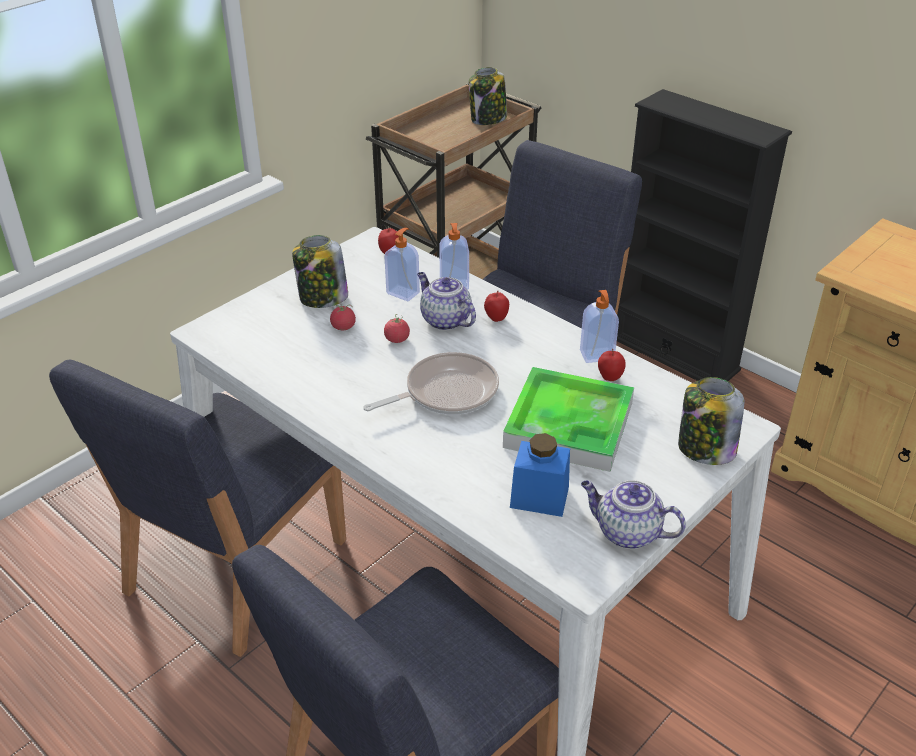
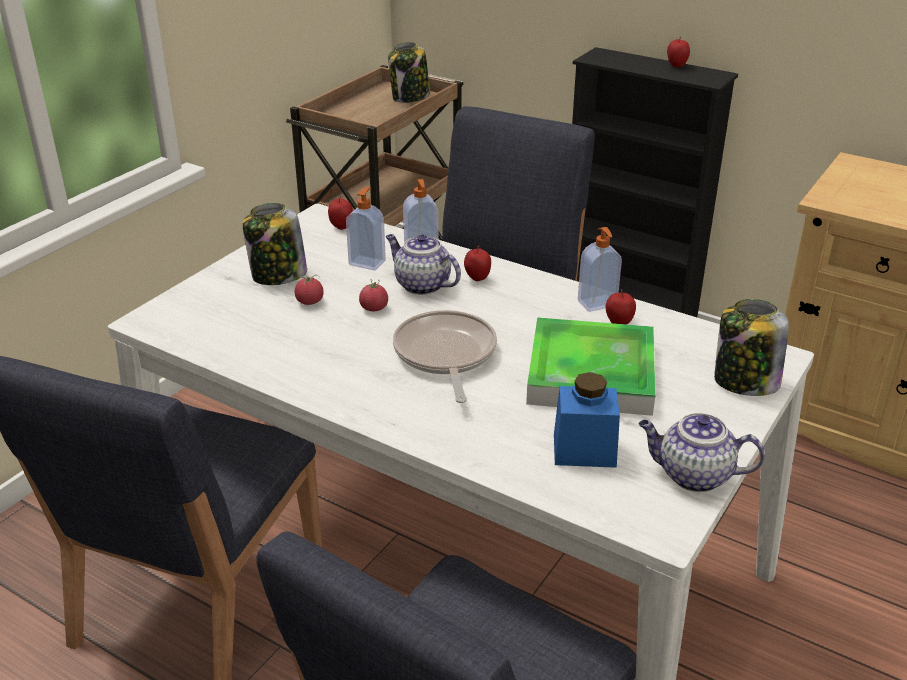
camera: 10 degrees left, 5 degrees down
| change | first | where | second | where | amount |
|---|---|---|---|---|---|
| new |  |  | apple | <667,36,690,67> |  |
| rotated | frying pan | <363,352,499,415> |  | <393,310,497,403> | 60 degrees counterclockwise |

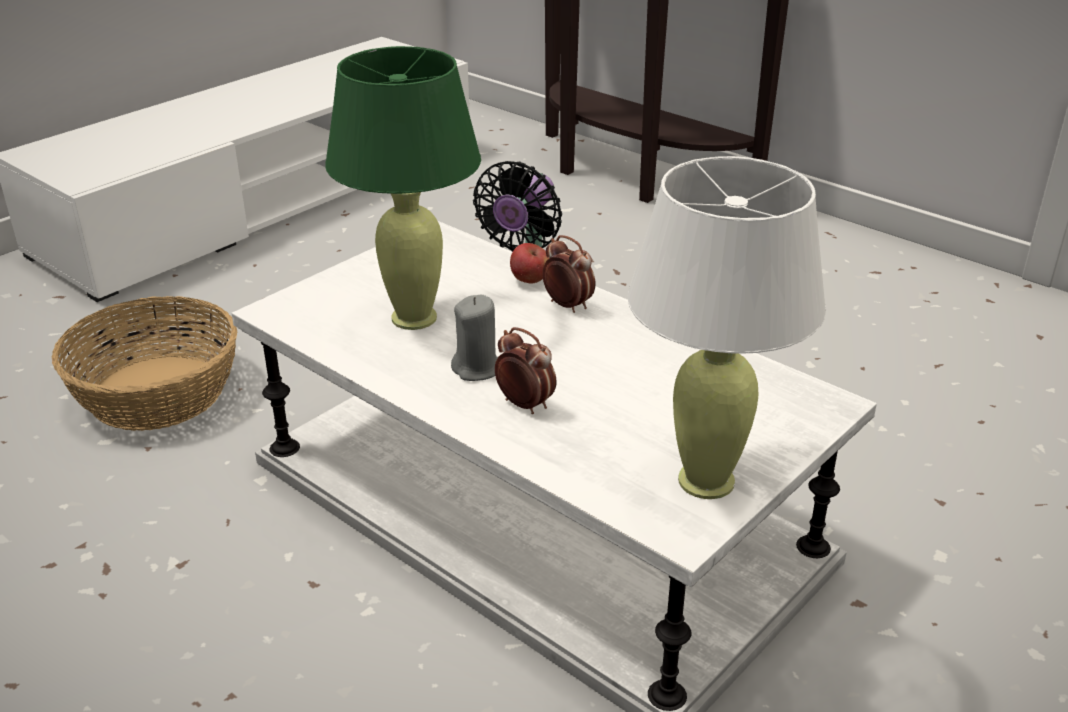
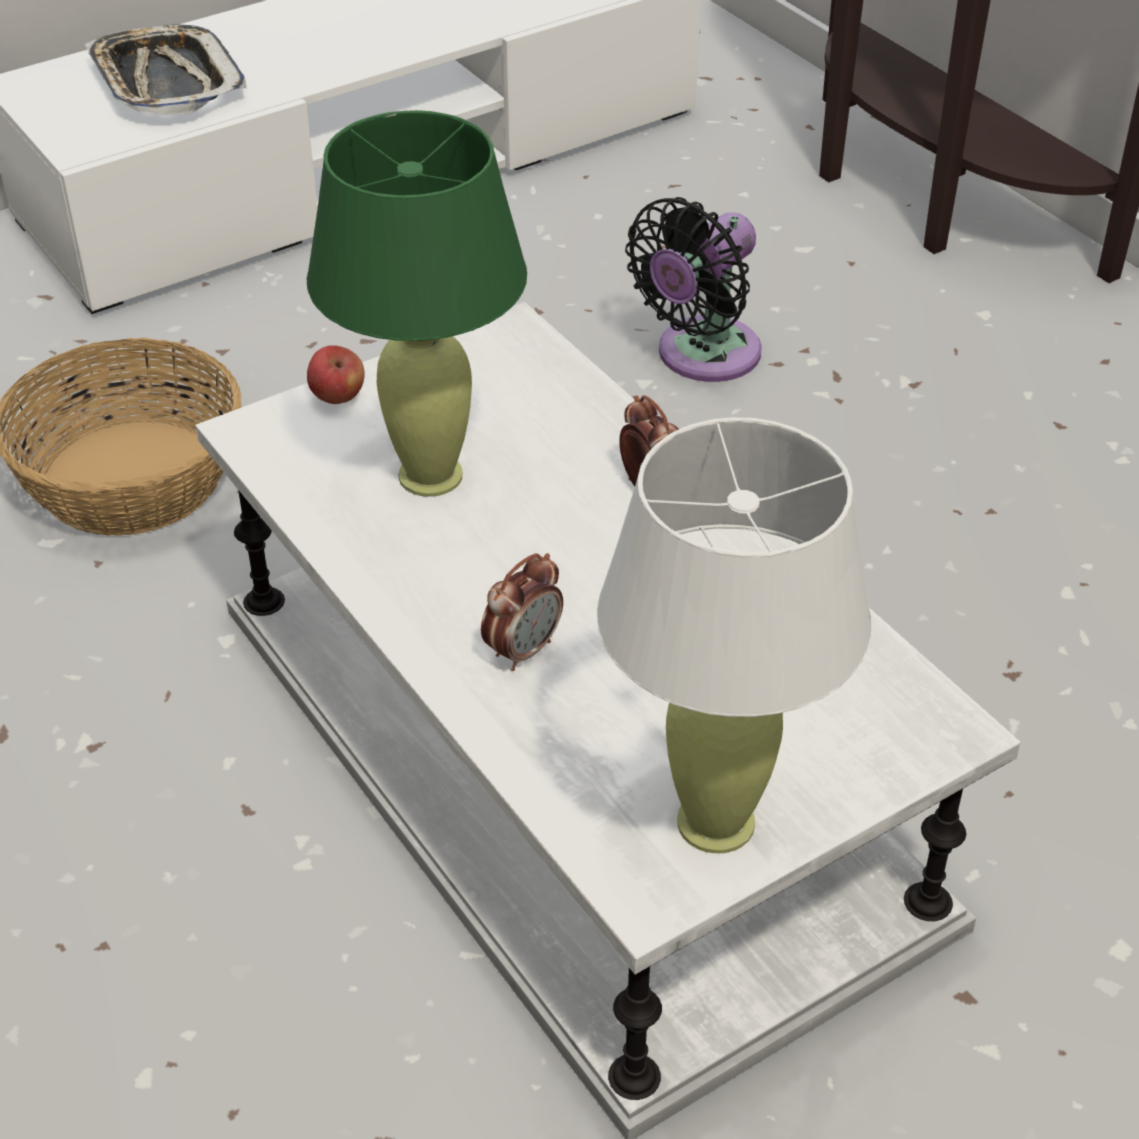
camera: 15 degrees right, 10 degrees up
| change | first | where | second | where | amount |
|---|---|---|---|---|---|
| gone | grey candle | <451,295,498,381> |  |  |  |
| new |  |  | tray | <85,25,247,115> |  |
| shifted | apple | <510,243,549,284> |  | <307,345,365,404> |  |
| rotated | alarm clock | <495,327,556,414> |  | <481,553,563,671> | 75 degrees clockwise |

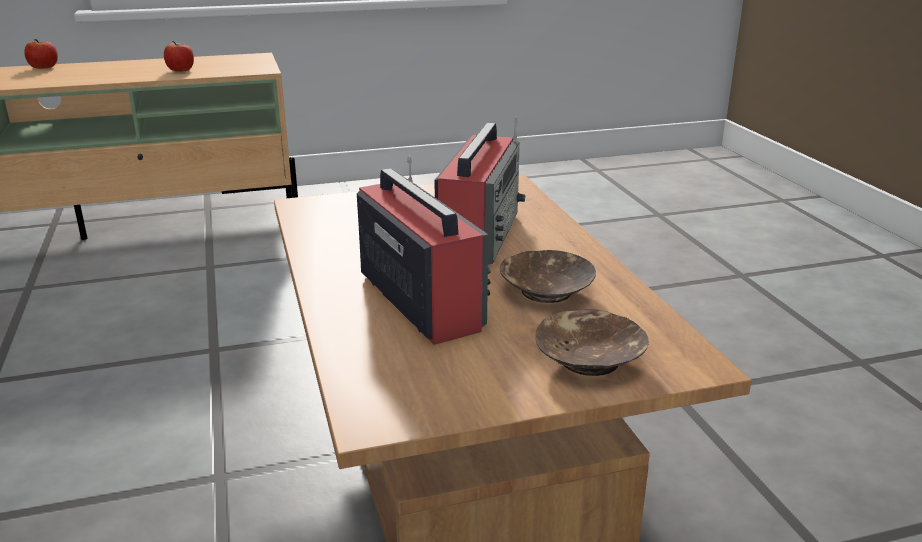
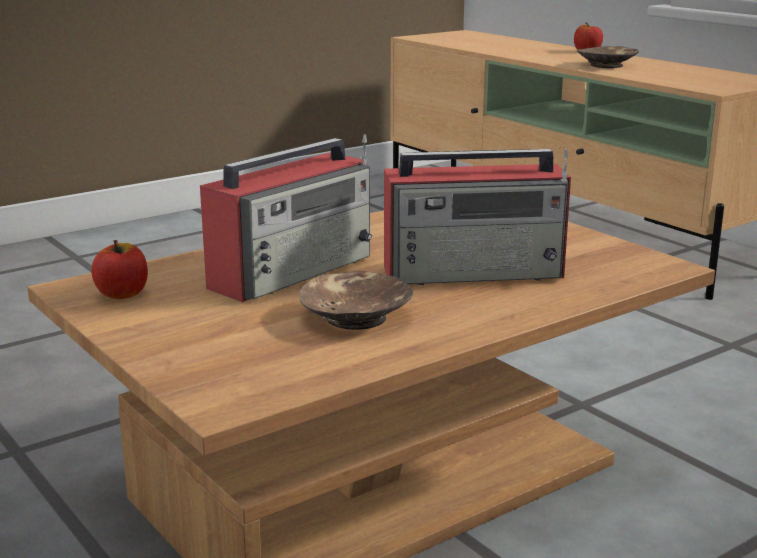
camera: 70 degrees right, 5 degrees down
| change | first | where | second | where | amount |
|---|---|---|---|---|---|
| shifted | apple | <164,41,194,72> |  | <91,240,148,299> |  |
| shifted | brown bowl | <535,309,649,376> |  | <577,46,639,68> |  |

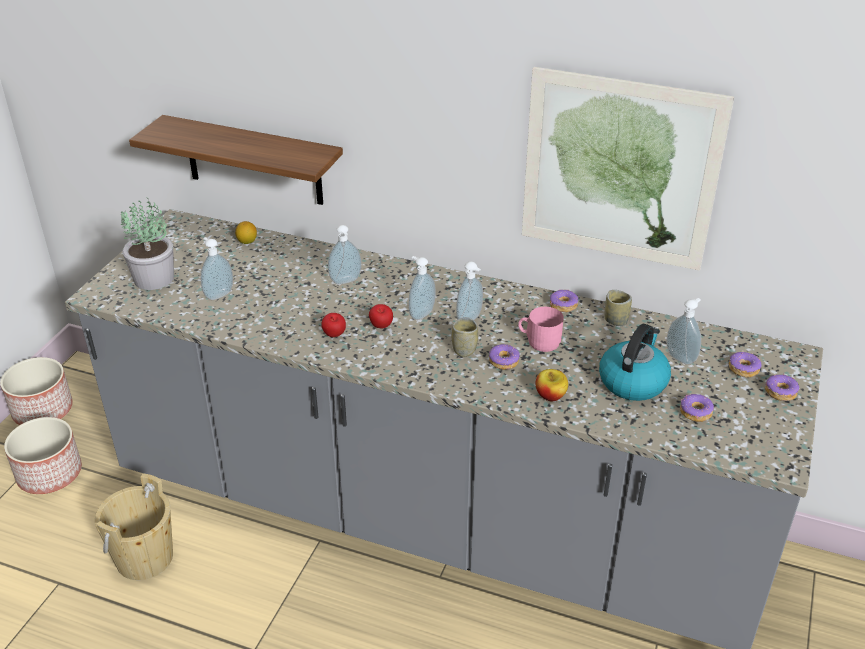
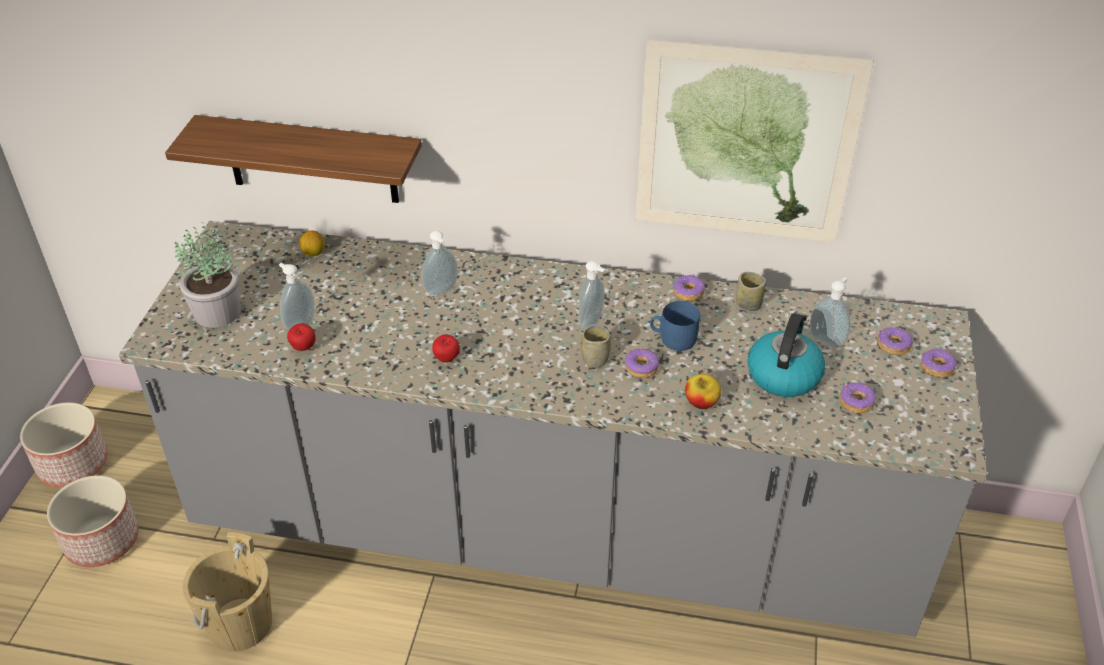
camera: 10 degrees left, 5 degrees up
| change | first | where | second | where | amount |
|---|---|---|---|---|---|
| gone | soap dispenser | <408,256,436,320> |  |  |  |
| shifted | apple | <369,304,393,328> |  | <287,324,316,351> |  |
| repainted | pink mug | <518,307,564,352> | blue mug | <650,301,700,351> |  |

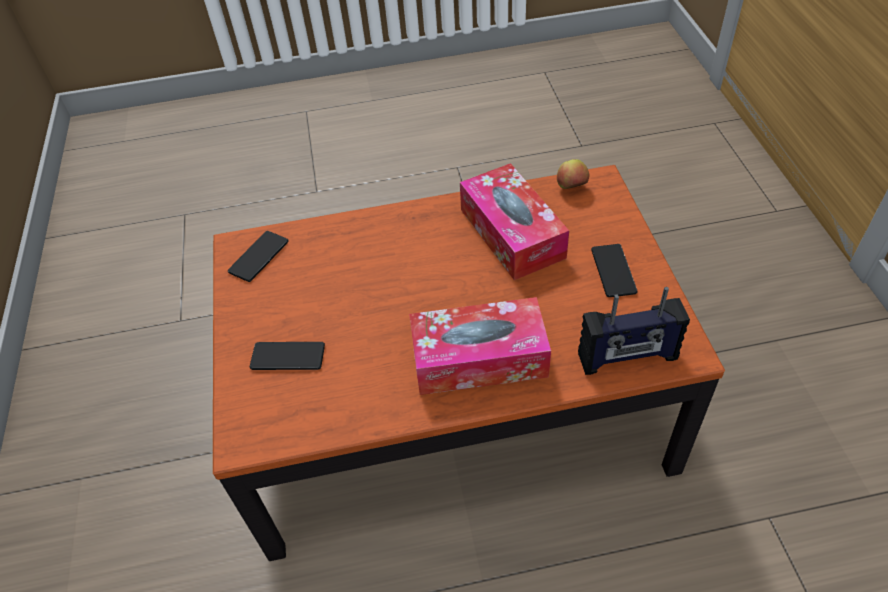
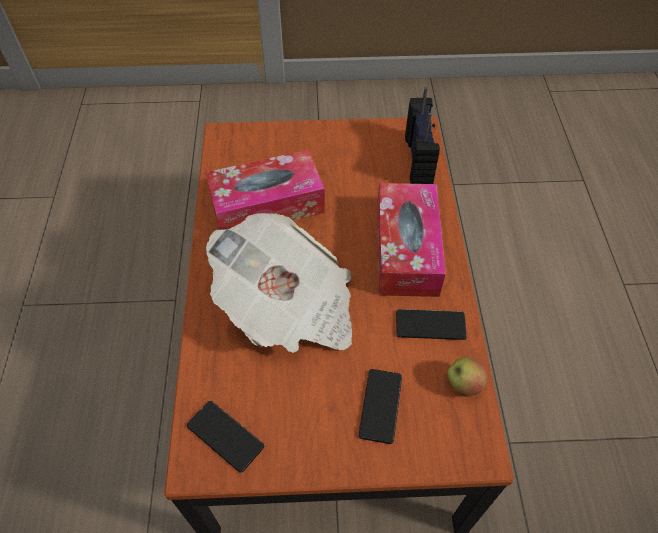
camera: 85 degrees left, 5 degrees up
| change | first | where | second | where | amount |
|---|---|---|---|---|---|
| new |  |  | newspaper | <206,213,352,353> |  |
| shifted | apple | <557,159,589,189> |  | <447,357,488,397> |  |
| shifted | phone | <591,244,638,297> |  | <396,309,467,340> |  |

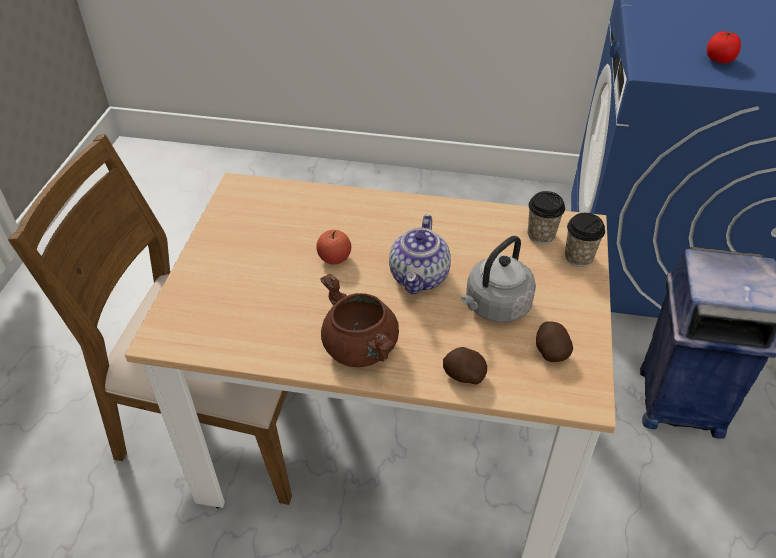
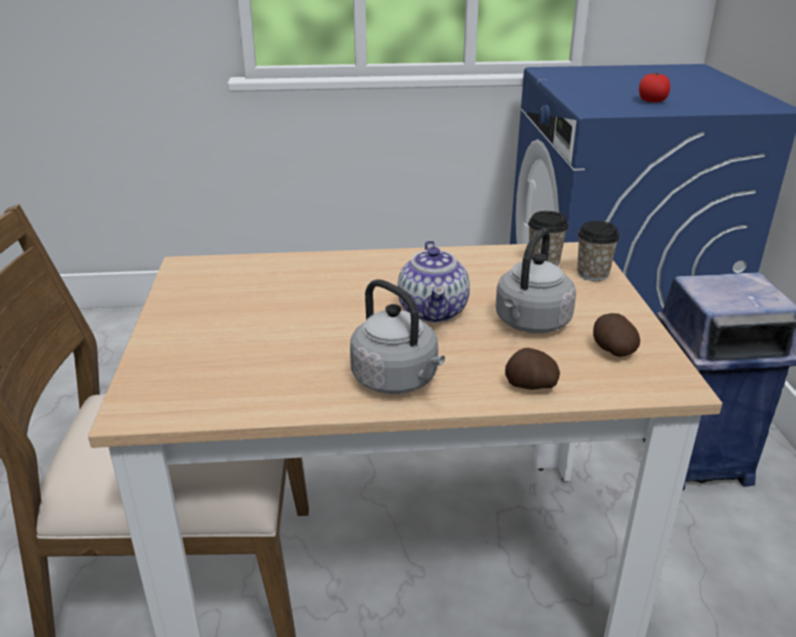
camera: 15 degrees left, 15 degrees down
| change | first | where | second | where | amount |
|---|---|---|---|---|---|
| gone | apple | <316,230,351,265> |  |  |  |
| swapped | brown cooking pot | <320,274,399,367> | grey kettle | <350,279,445,394> |  |

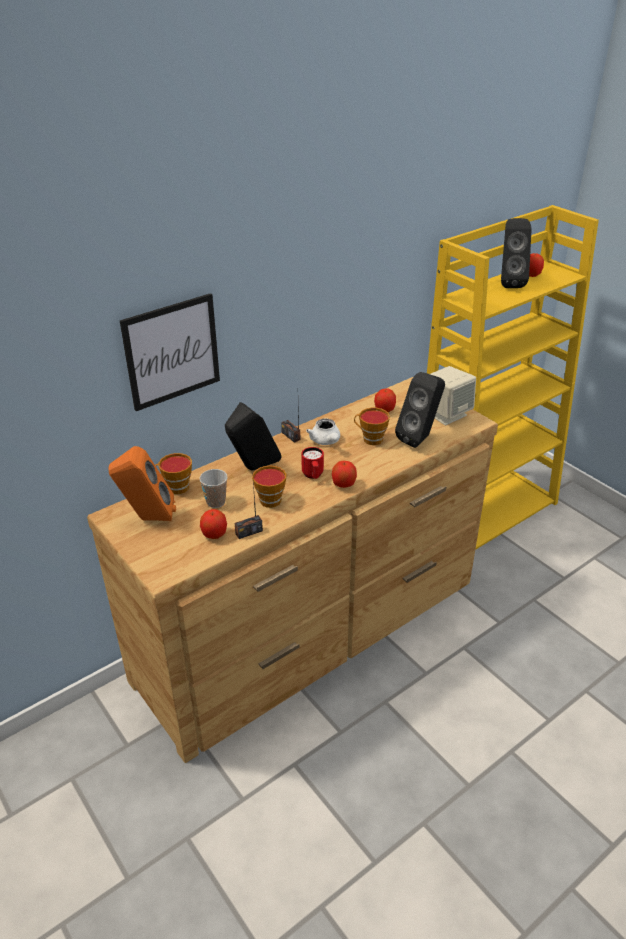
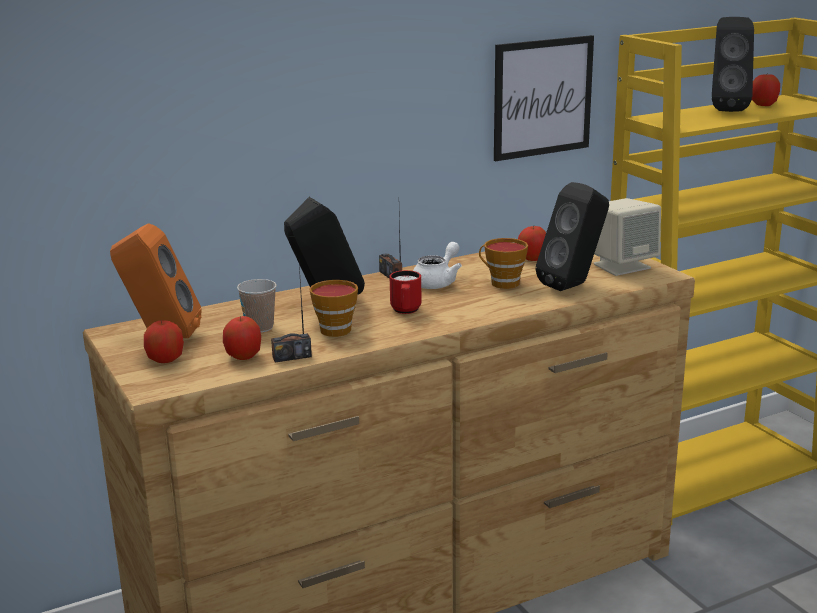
camera: 10 degrees right, 15 degrees down
| change | first | where | second | where | amount |
|---|---|---|---|---|---|
| gone | cup | <155,453,192,494> |  |  |  |
| shifted | picture | <120,293,220,411> |  | <494,35,594,161> |  |
| shifted | apple | <332,461,357,488> |  | <144,320,184,363> |  |
| rotated | white teapot | <306,418,340,445> |  | <413,242,462,289> | 135 degrees counterclockwise |

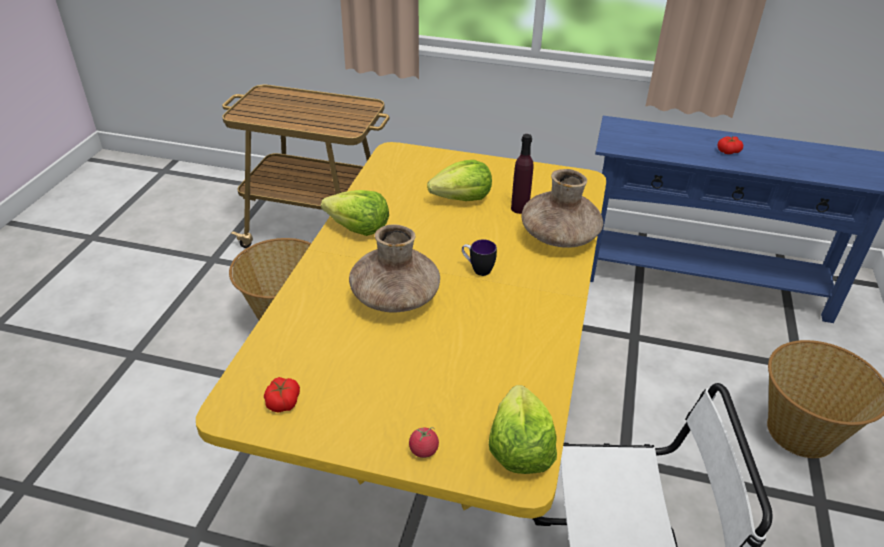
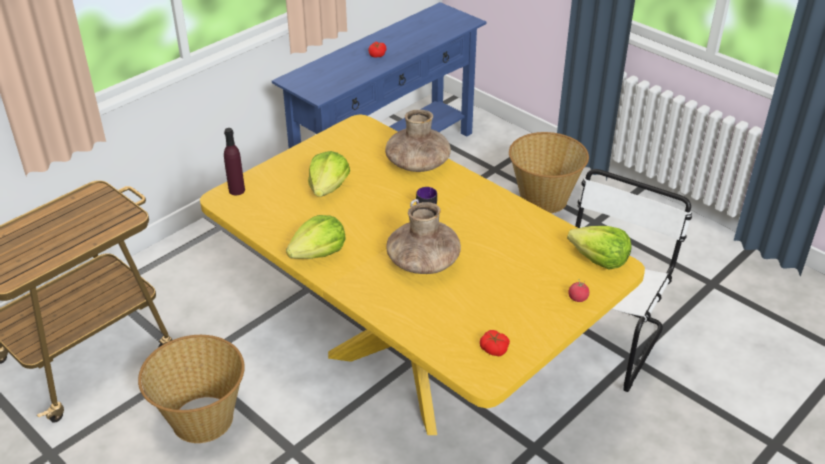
camera: 60 degrees left, 0 degrees up
| change | first | where | second | where | amount |
|---|---|---|---|---|---|
| shifted | purple bottle | <511,134,534,214> |  | <224,128,245,195> |  |

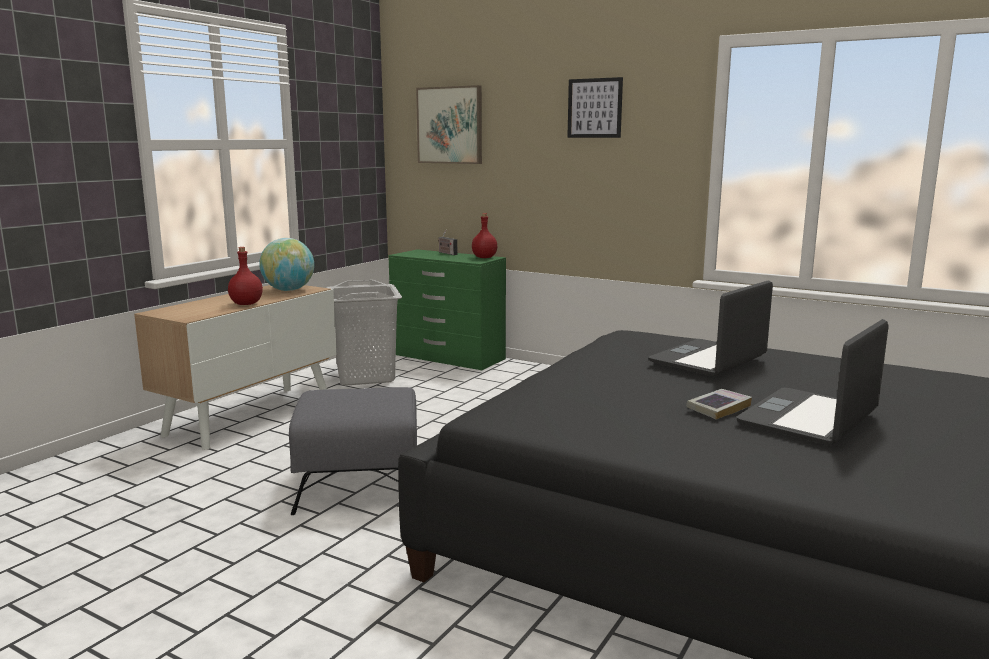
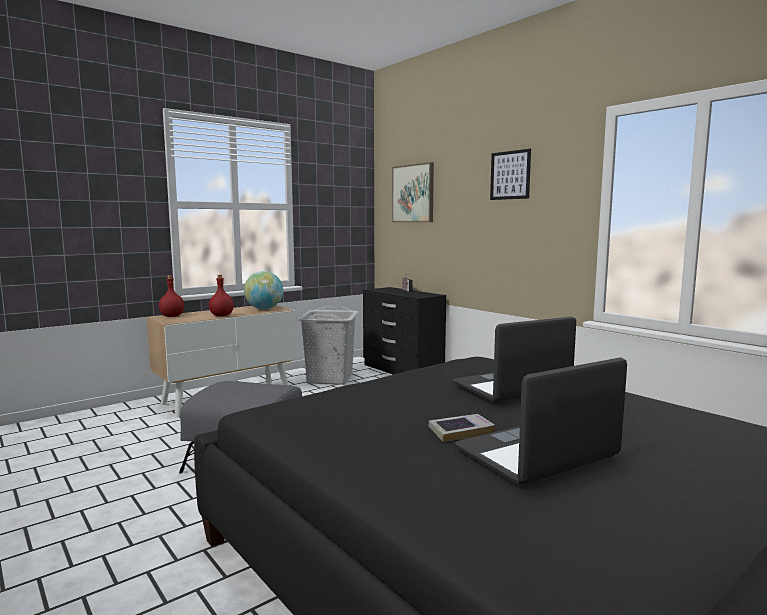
camera: 20 degrees right, 5 degrees down
| change | first | where | second | where | amount |
|---|---|---|---|---|---|
| shifted | red bottle | <472,213,497,258> |  | <159,275,184,317> |  |
| repainted | green dresser | <388,249,506,370> | black dresser | <363,287,446,375> |  |

